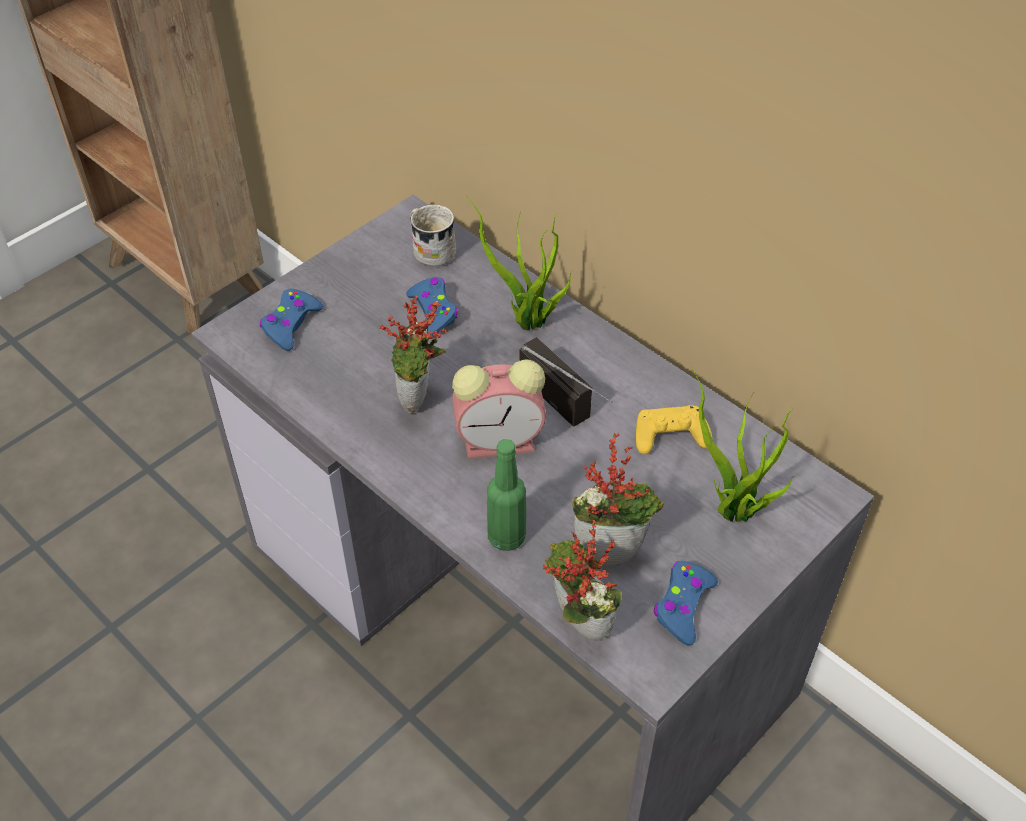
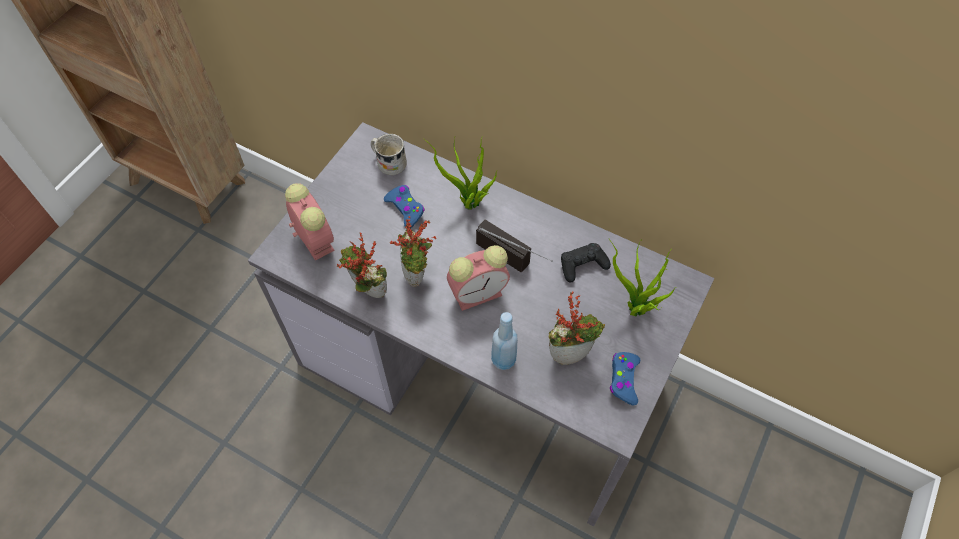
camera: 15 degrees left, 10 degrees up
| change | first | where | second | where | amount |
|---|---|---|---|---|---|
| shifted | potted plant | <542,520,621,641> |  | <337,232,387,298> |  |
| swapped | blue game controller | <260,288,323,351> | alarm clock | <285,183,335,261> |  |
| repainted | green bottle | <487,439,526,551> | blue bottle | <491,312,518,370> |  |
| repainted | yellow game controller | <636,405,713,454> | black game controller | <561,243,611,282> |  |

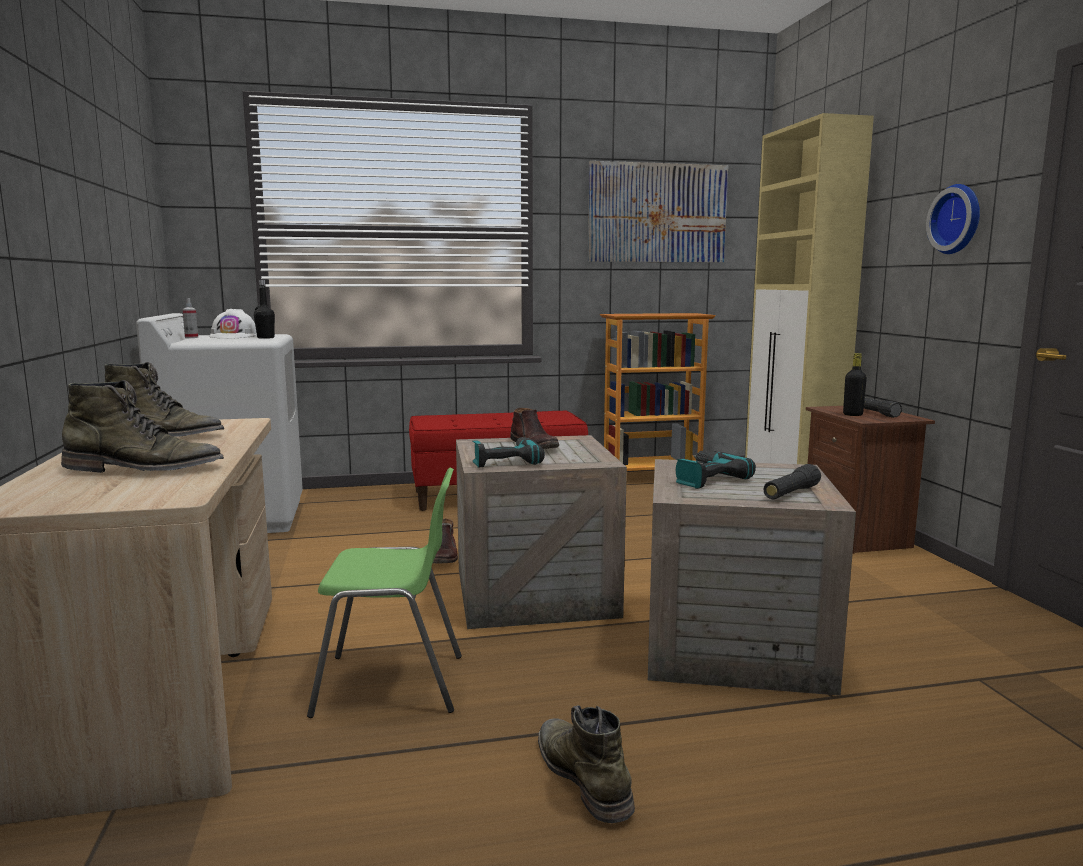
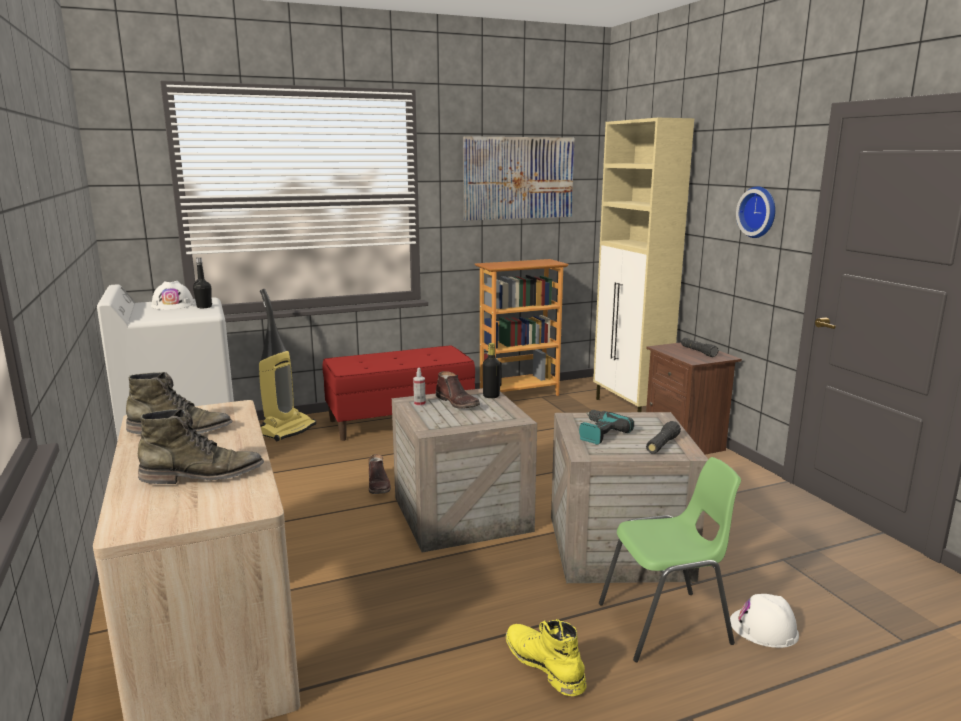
camera: 10 degrees left, 5 degrees up
| change | first | where | second | where | amount |
|---|---|---|---|---|---|
| gone | power drill | <473,437,545,468> |  |  |  |
| new |  |  | vacuum cleaner | <259,289,316,441> |  |
| new |  |  | white hard hat | <730,594,799,648> |  |
| shifted | spray bottle | <182,298,198,338> |  | <413,368,426,406> |  |
| shifted | green chair | <307,468,462,718> |  | <599,457,741,662> |  |
| shifted | black bottle | <843,353,867,416> |  | <483,343,501,398> |  |
| repainted | green boot | <538,705,635,823> | yellow boot | <506,619,587,696> |  |

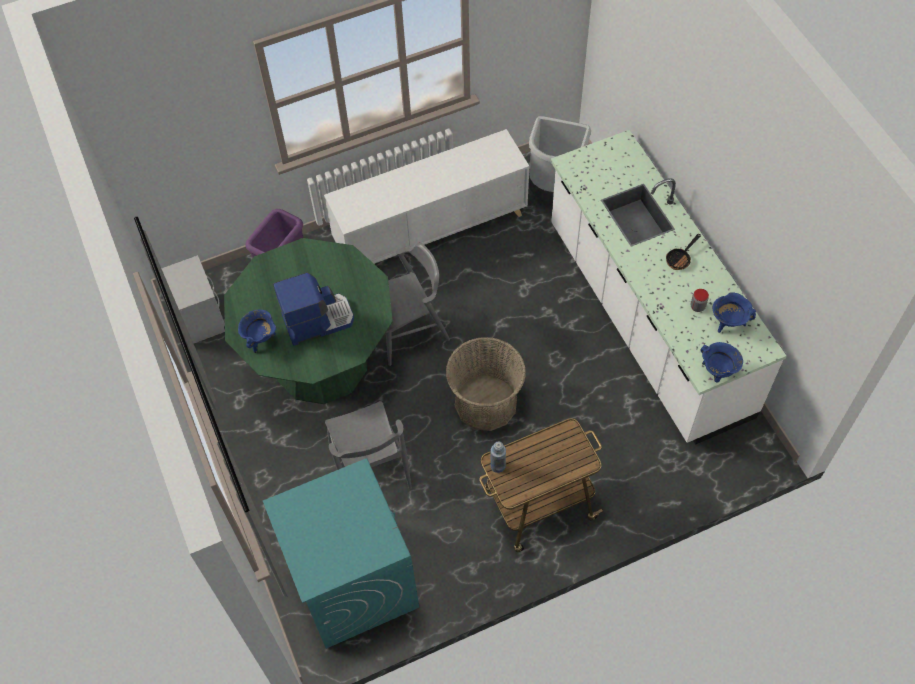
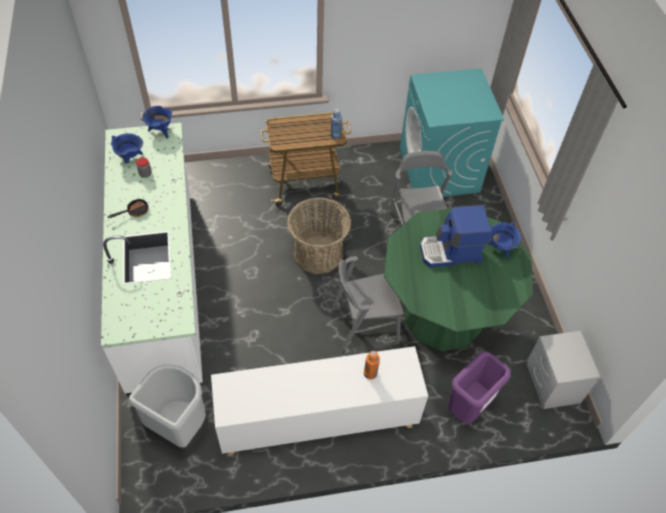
camera: 170 degrees left, 5 degrees down
| change | first | where | second | where | amount |
|---|---|---|---|---|---|
| new |  |  | orange bottle | <364,351,380,379> |  |

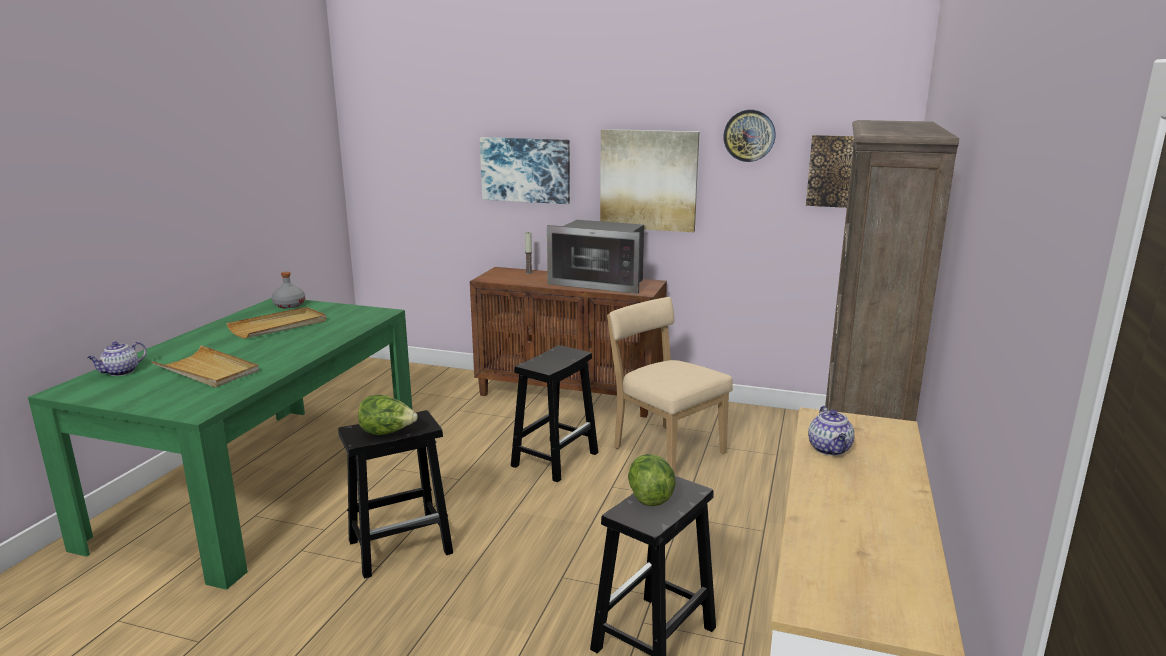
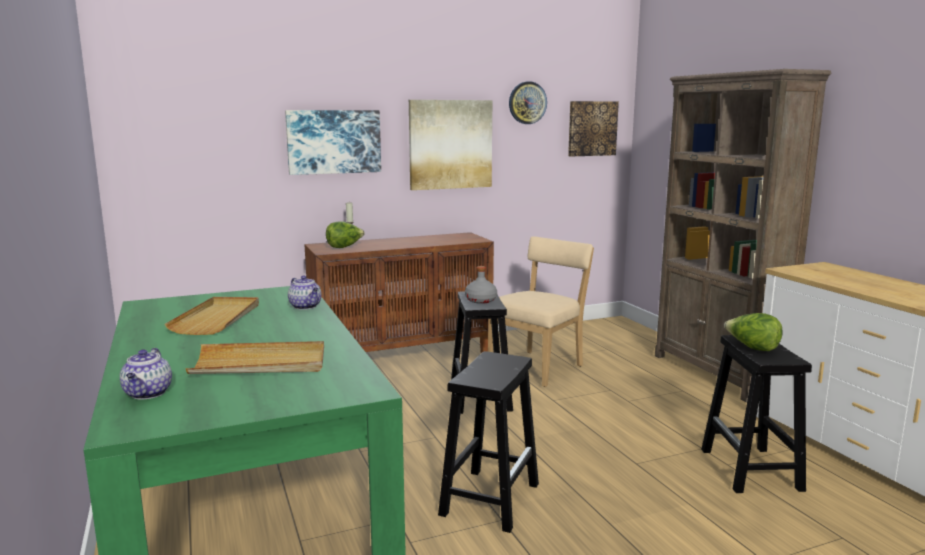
camera: 40 degrees left, 5 degrees down
| change | first | where | second | where | amount |
|---|---|---|---|---|---|
| gone | microwave | <547,220,644,294> |  |  |  |
| shifted | grey bottle | <272,272,305,308> |  | <465,266,497,304> |  |
| shifted | lettuce | <358,395,418,435> |  | <326,221,365,248> |  |
| shifted | teapot | <808,406,855,456> |  | <288,276,321,310> |  |
| rotated | beige chair | <607,297,733,474> |  | <488,236,594,387> | 120 degrees clockwise |

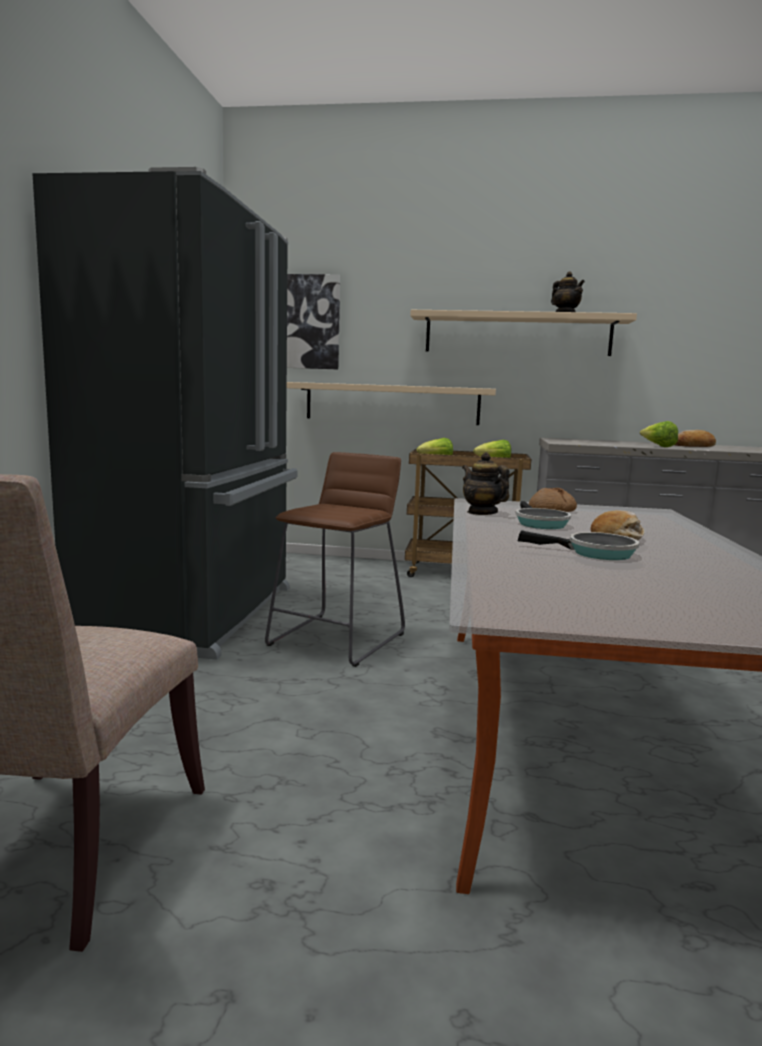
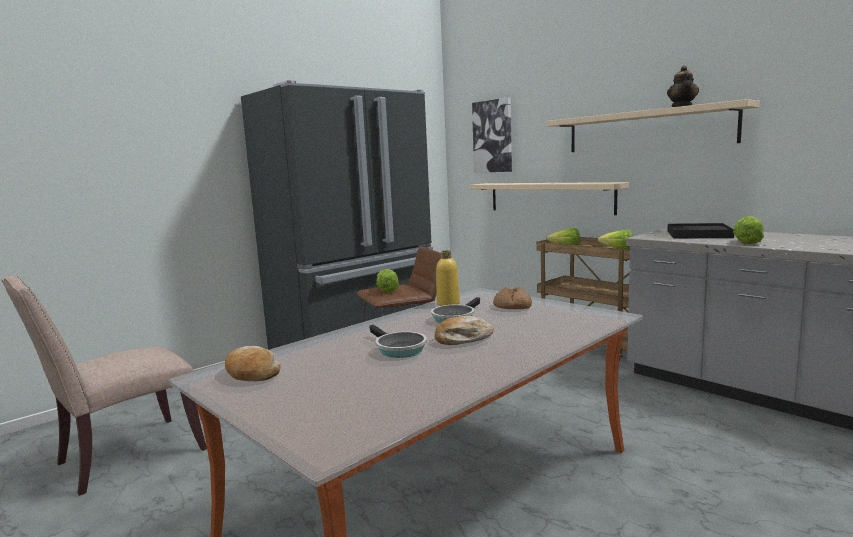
camera: 40 degrees right, 0 degrees up
| change | first | where | second | where | amount |
|---|---|---|---|---|---|
| new |  |  | lettuce | <376,269,399,293> |  |
| new |  |  | black tray | <668,223,734,238> |  |
| shifted | bread | <675,430,716,447> |  | <225,346,281,381> |  |
| swapped | teapot | <462,452,510,515> | yellow bottle | <436,250,460,306> |  |

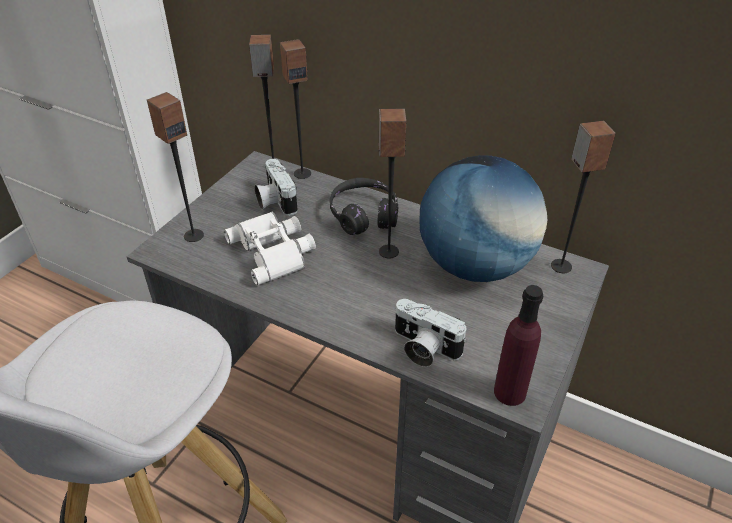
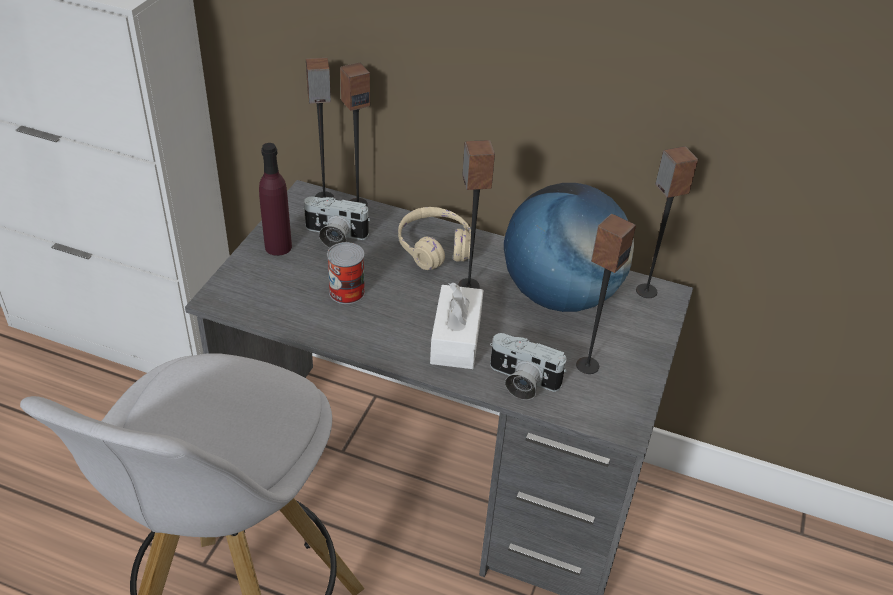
camera: 10 degrees left, 0 degrees up
| change | first | where | second | where | amount |
|---|---|---|---|---|---|
| new |  |  | white tissue box | <430,282,484,369> |  |
| shifted | speaker | <147,92,204,242> |  | <576,214,636,374> |  |
| shifted | purple bottle | <494,285,543,406> |  | <259,143,292,256> |  |
| swapped | white binoculars | <224,212,316,285> | can | <327,242,365,304> |  |
| repainted | black headphones | <330,178,398,235> | beige headphones | <398,207,471,270> |  |
| rotated | photo camera | <255,159,298,216> |  | <303,196,371,248> | 45 degrees counterclockwise |

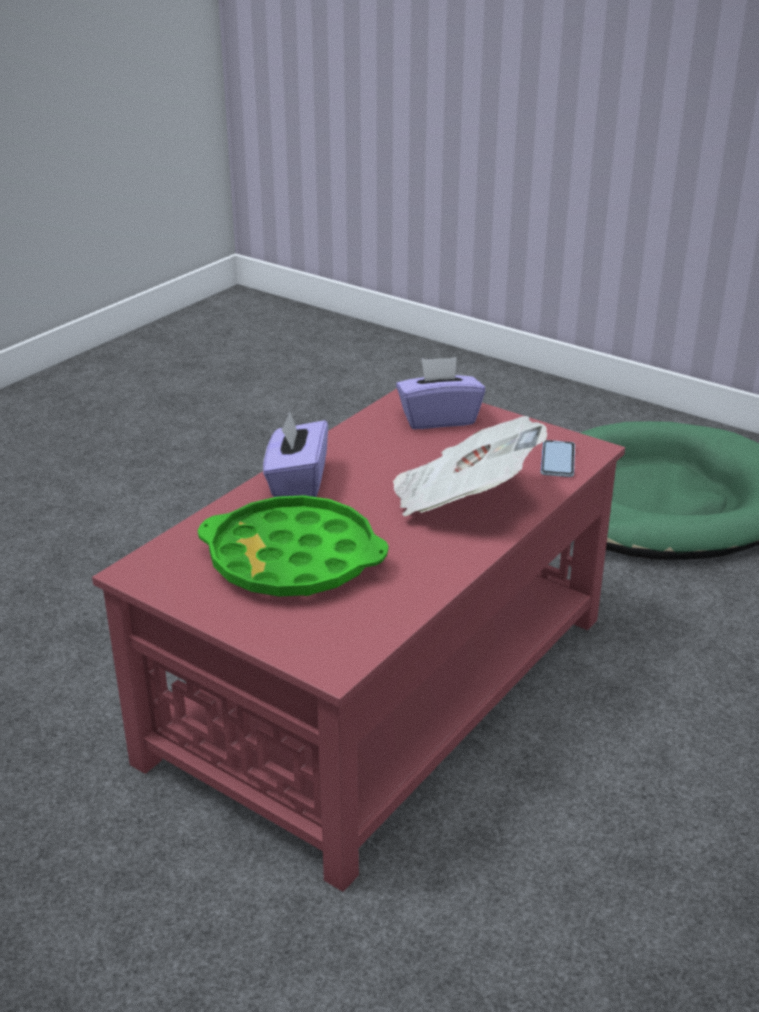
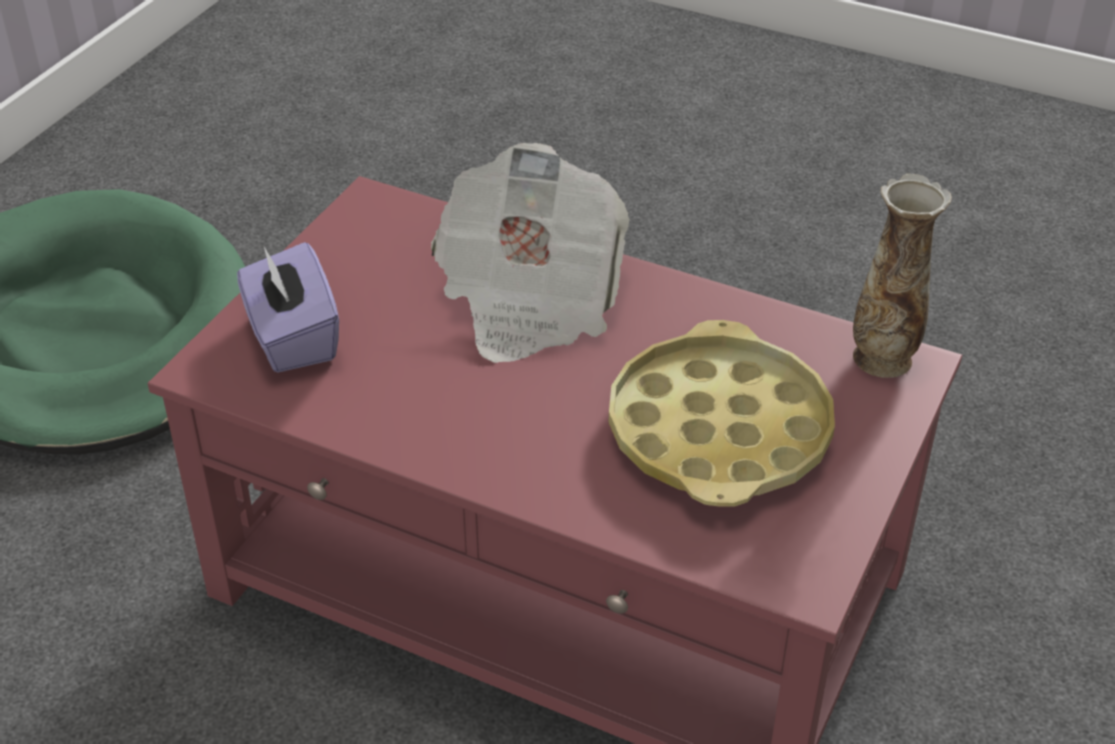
camera: 100 degrees left, 10 degrees up
| change | first | where | second | where | amount |
|---|---|---|---|---|---|
| gone | purple tissue box | <263,411,328,497> |  |  |  |
| gone | phone | <541,440,575,477> |  |  |  |
| new |  |  | vase | <853,174,952,378> |  |
| repainted | green tray | <198,495,388,597> | yellow tray | <609,320,835,507> |  |

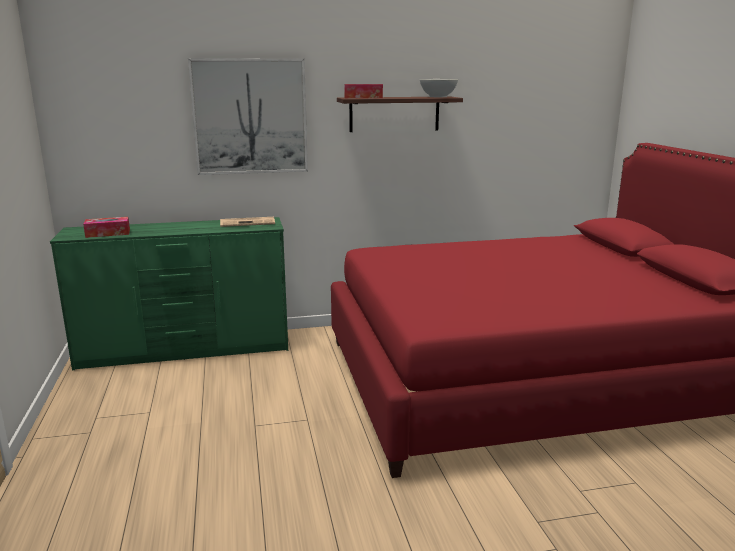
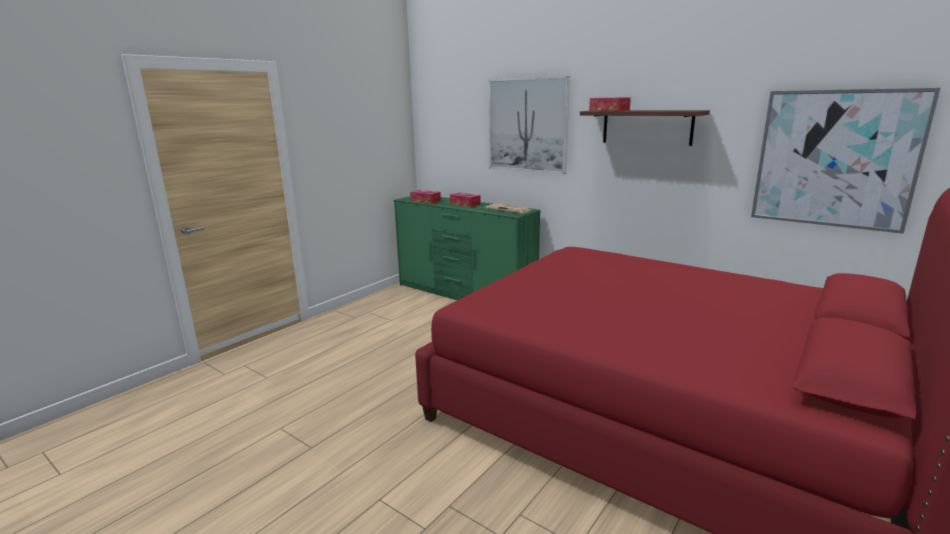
camera: 50 degrees right, 0 degrees up
| change | first | where | second | where | amount |
|---|---|---|---|---|---|
| gone | white bowl | <420,79,458,97> |  |  |  |
| new |  |  | tissue box | <450,192,481,207> |  |
| new |  |  | picture | <751,88,940,234> |  |

